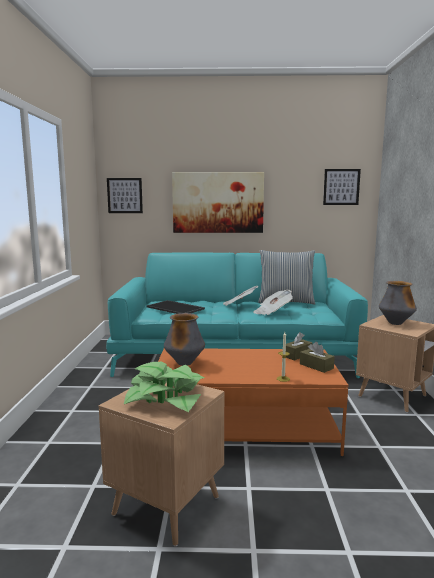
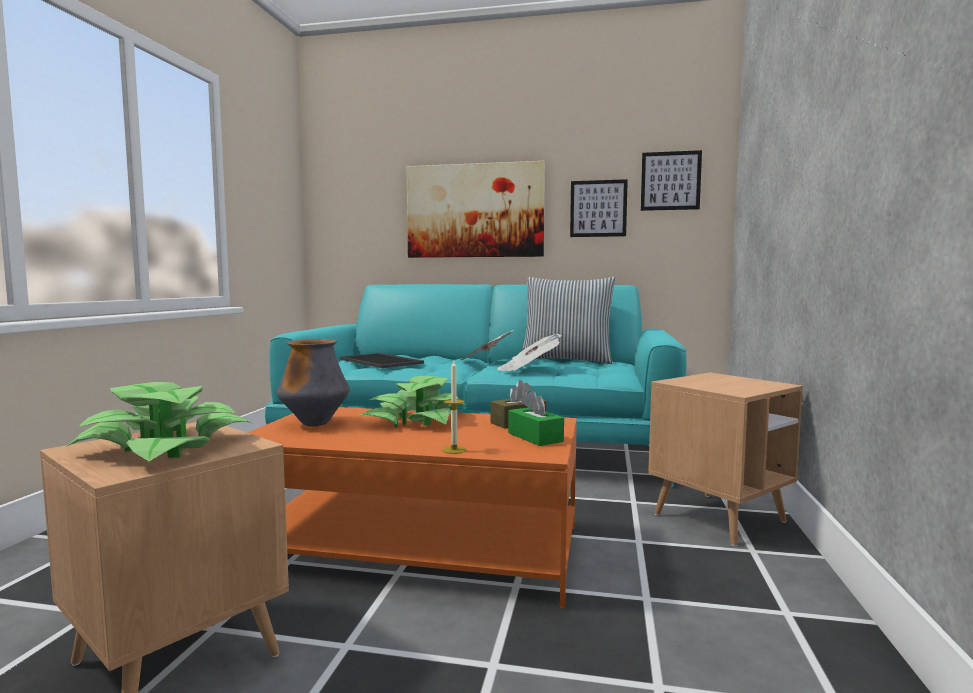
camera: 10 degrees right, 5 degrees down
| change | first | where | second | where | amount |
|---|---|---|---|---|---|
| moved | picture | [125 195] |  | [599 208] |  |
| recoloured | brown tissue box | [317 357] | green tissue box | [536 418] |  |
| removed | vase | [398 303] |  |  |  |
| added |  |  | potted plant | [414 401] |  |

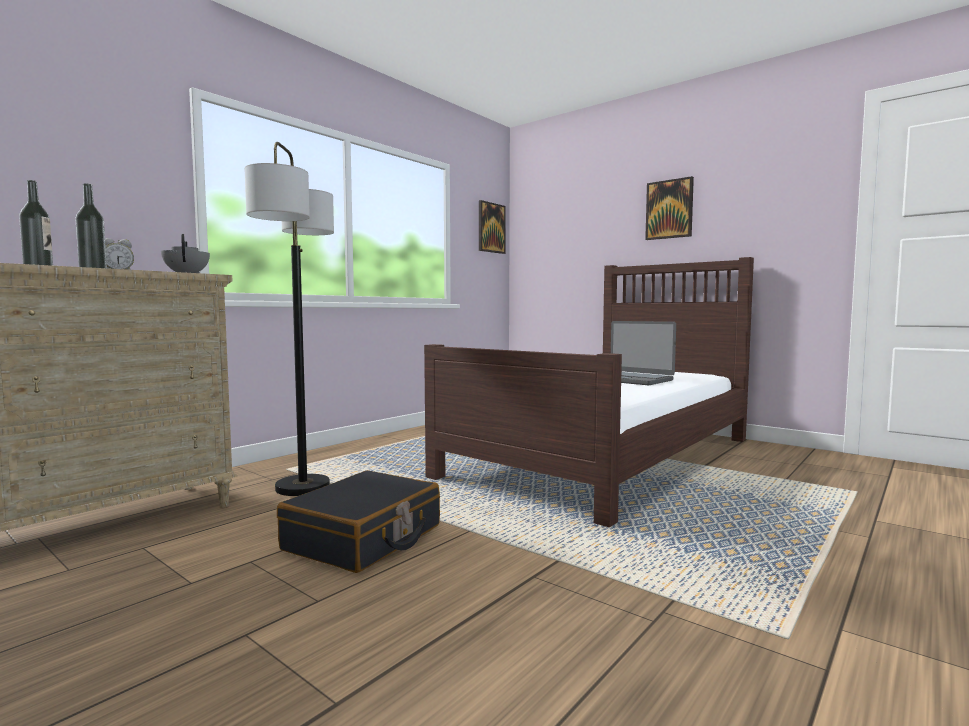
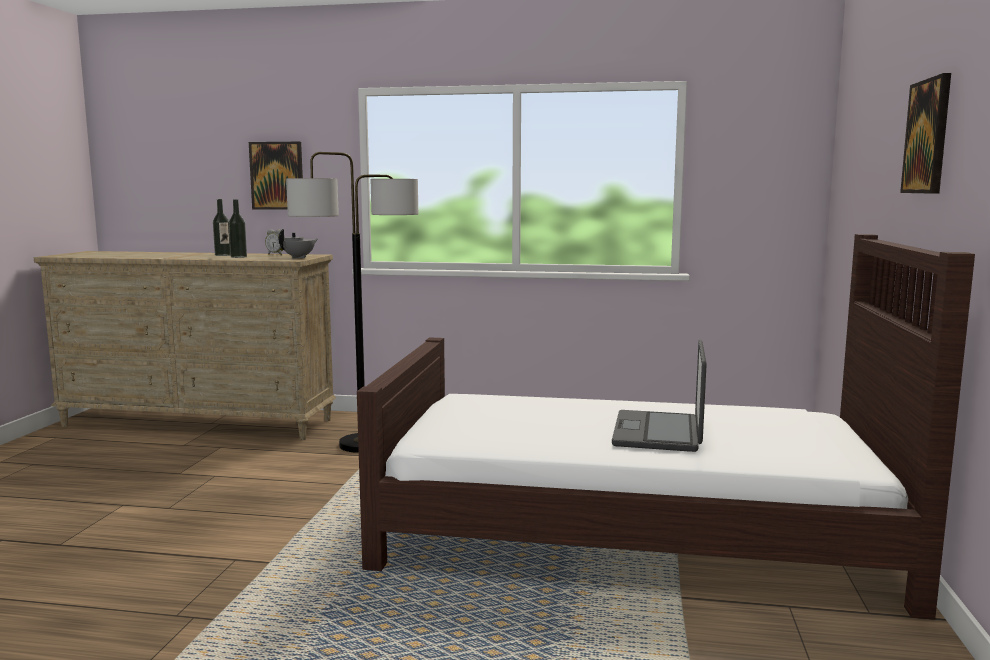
camera: 60 degrees right, 5 degrees up
| change | first | where | second | where | amount |
|---|---|---|---|---|---|
| removed | black suitcase | [358 521] |  |  |  |
| moved | picture | [492 227] |  | [276 176] |  |

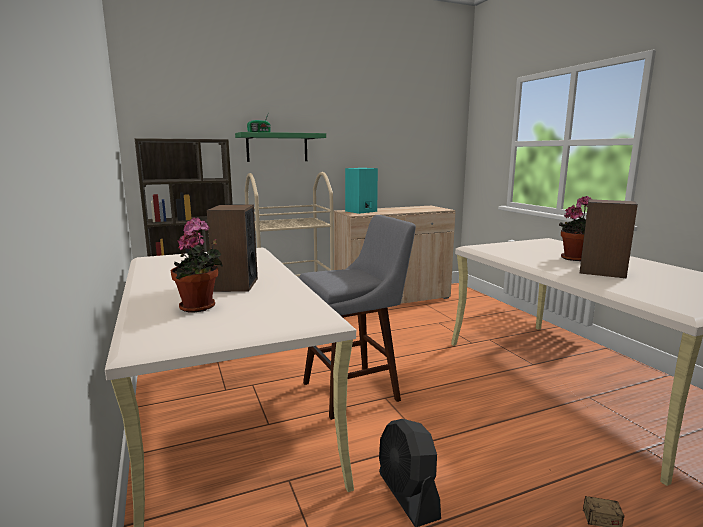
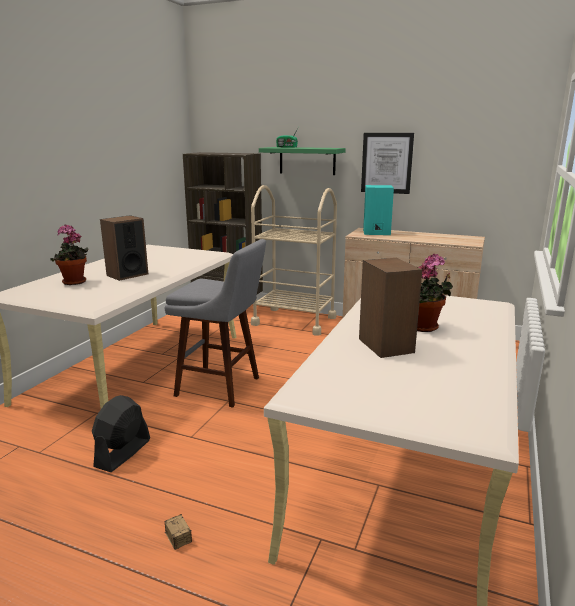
camera: 45 degrees right, 5 degrees up
| change | first | where | second | where | amount |
|---|---|---|---|---|---|
| added |  |  | picture | [387 163] |  |

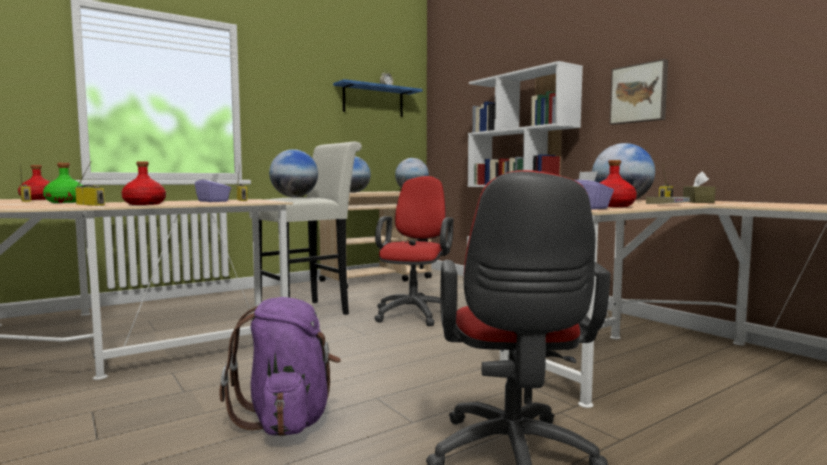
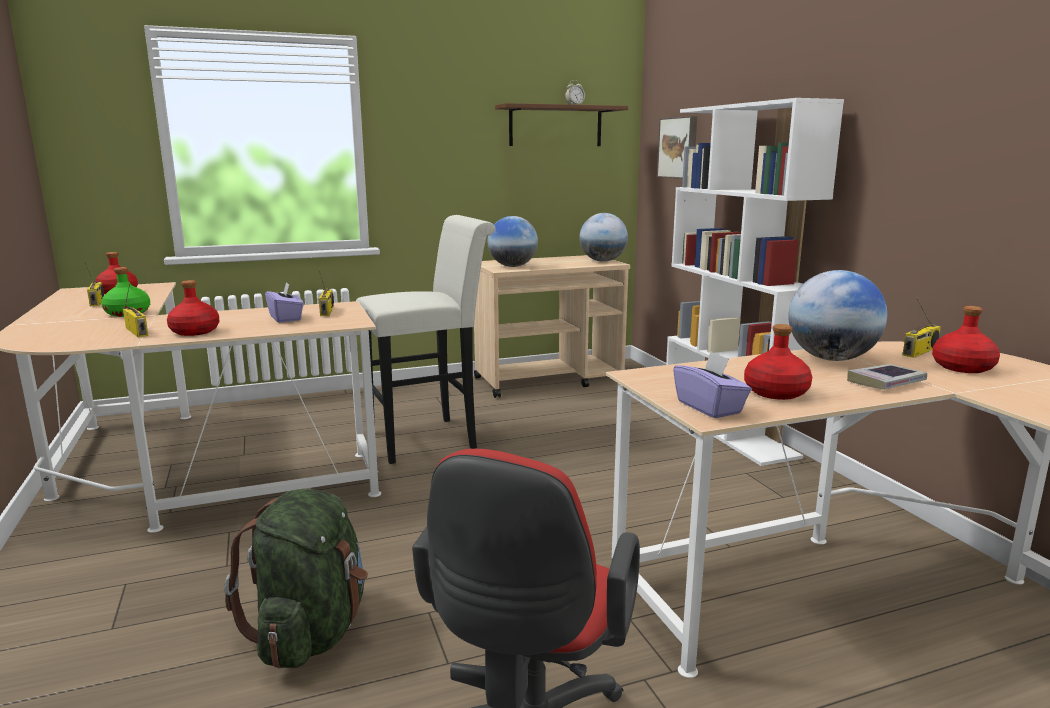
camera: 15 degrees right, 10 degrees up
| change | first | where | second | where | amount |
|---|---|---|---|---|---|
| recoloured | purple backpack | [280 366] | green backpack | [296 579] |  |
| removed | globe | [293 173] |  |  |  |
| recoloured | blue shelf | [377 98] | brown shelf | [561 124] |  |
| removed | red office chair | [413 251] |  |  |  |
| moved | picture | [639 92] |  | [677 147] |  |
| replaced | brown tissue box | [699 187] | red bottle | [966 339] |  |

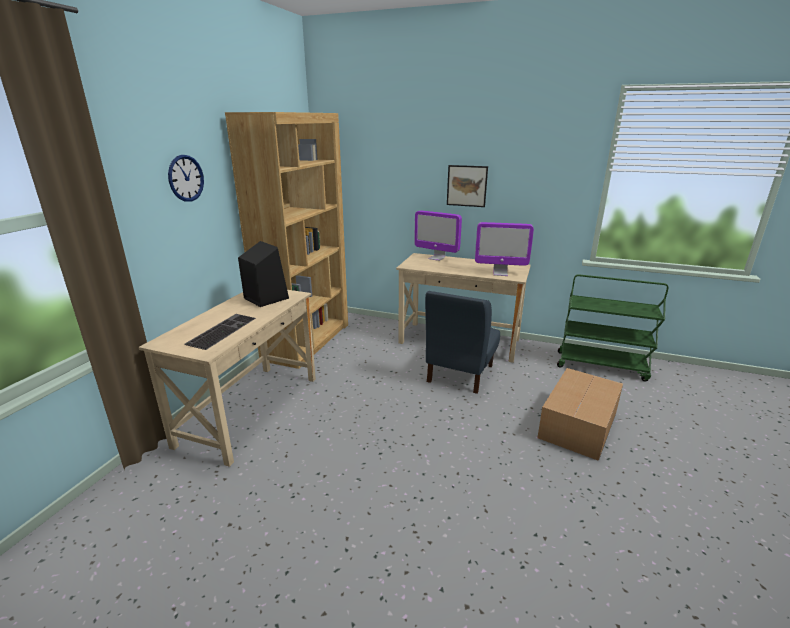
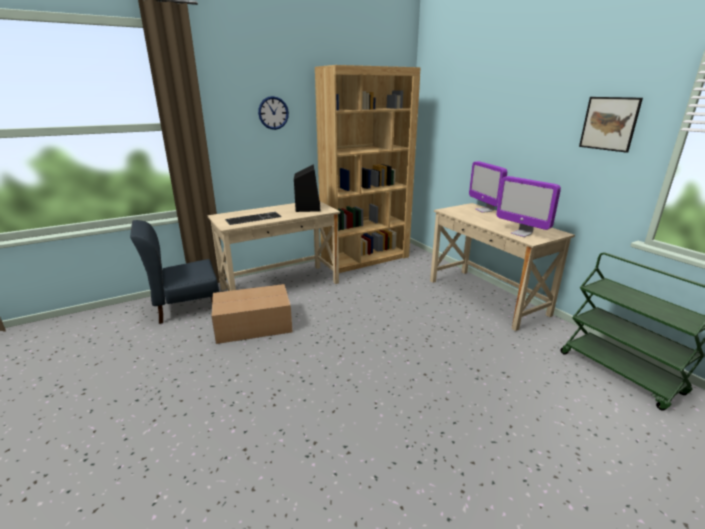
camera: 40 degrees right, 0 degrees up
| change | first | where | second | where | amount |
|---|---|---|---|---|---|
| moved | blue chair | [462 342] |  | [174 272] |  |
| moved | picture | [467 186] |  | [611 125] |  |
| moved | cardboard box | [580 414] |  | [252 314] |  |

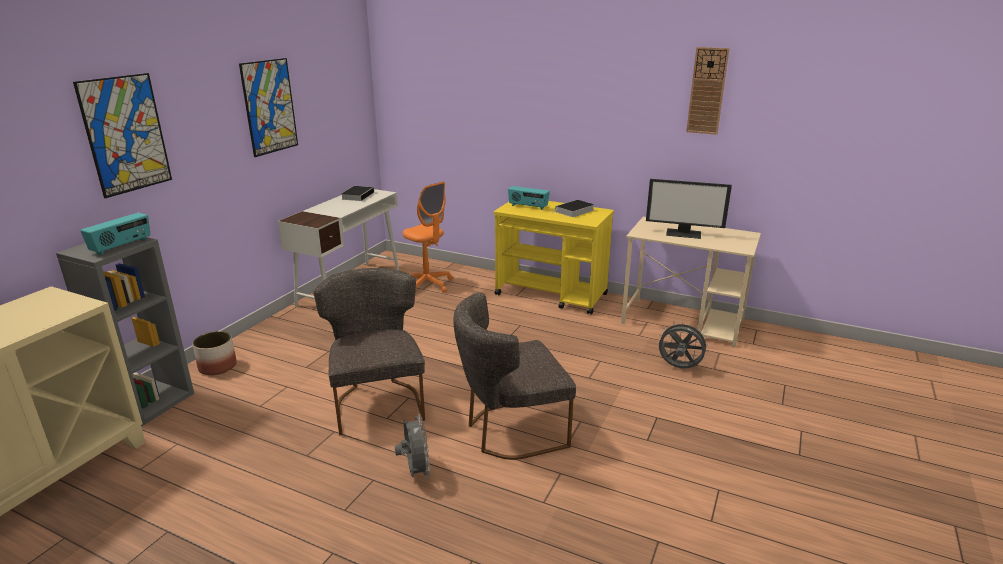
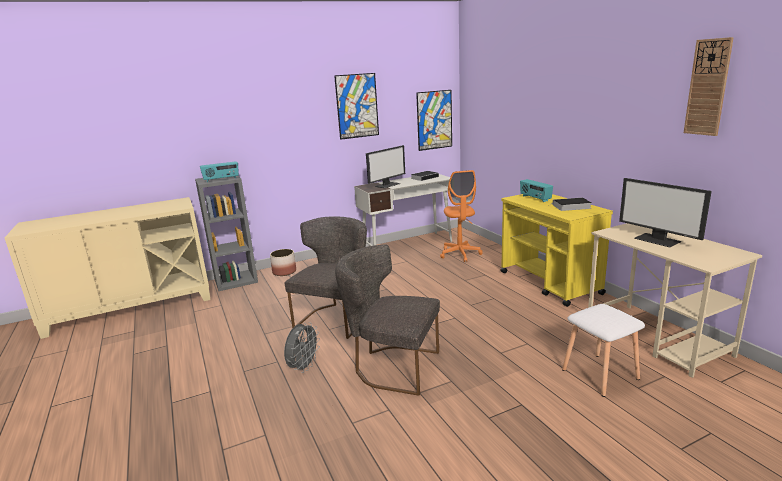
camera: 40 degrees right, 5 degrees down
| change | first | where | second | where | amount |
|---|---|---|---|---|---|
| moved | picture | [122 135] |  | [434 120] |  |
| replaced | grey fan | [683 344] | white stool | [603 350] |  |
| added |  |  | monitor | [385 166] |  |

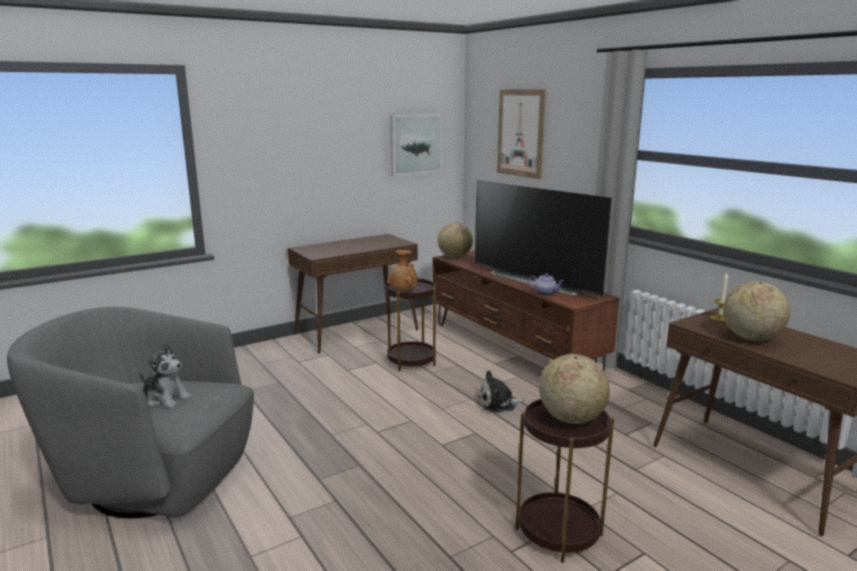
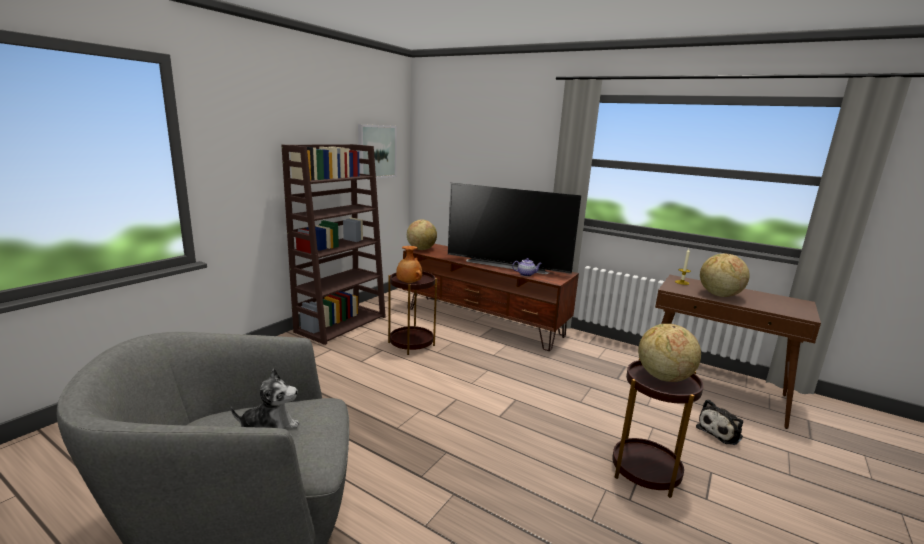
camera: 25 degrees left, 0 degrees up
| change | first | where | second | where | amount |
|---|---|---|---|---|---|
| replaced | brown console table | [353 294] | brown bookcase | [333 244] |  |
| moved | plush toy | [502 391] |  | [719 422] |  |
| removed | picture | [521 134] |  |  |  |

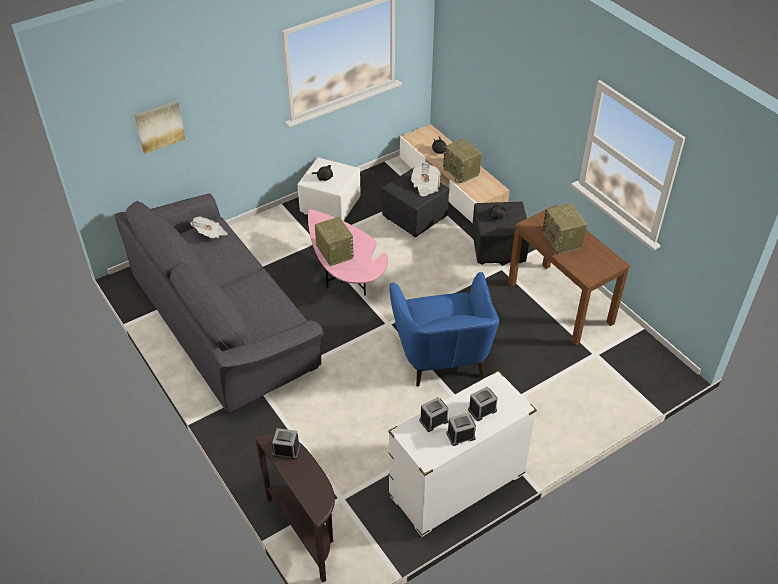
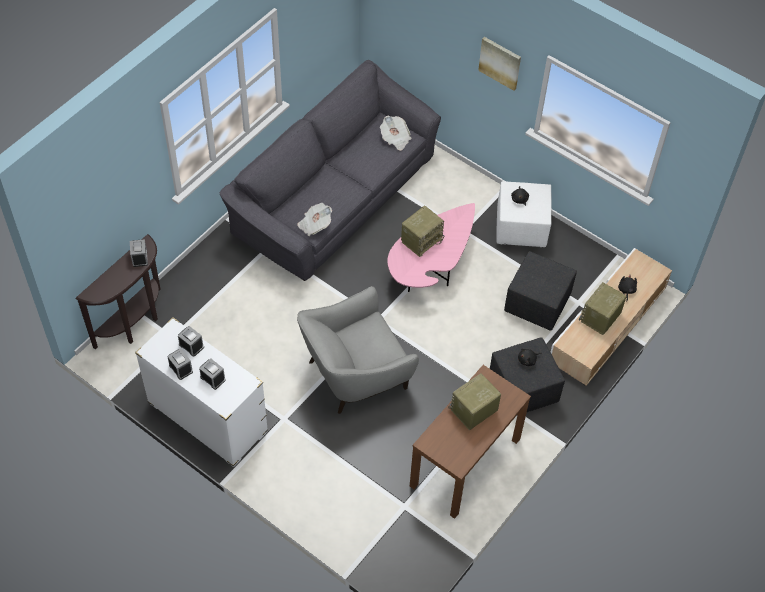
camera: 70 degrees right, 10 degrees up
| change | first | where | second | where | amount |
|---|---|---|---|---|---|
| moved | picture | [160 127] |  | [499 64] |  |
| recoloured | blue armchair | [444 329] | grey armchair | [358 350] |  |
| moved | newspaper | [426 179] |  | [315 219] |  |

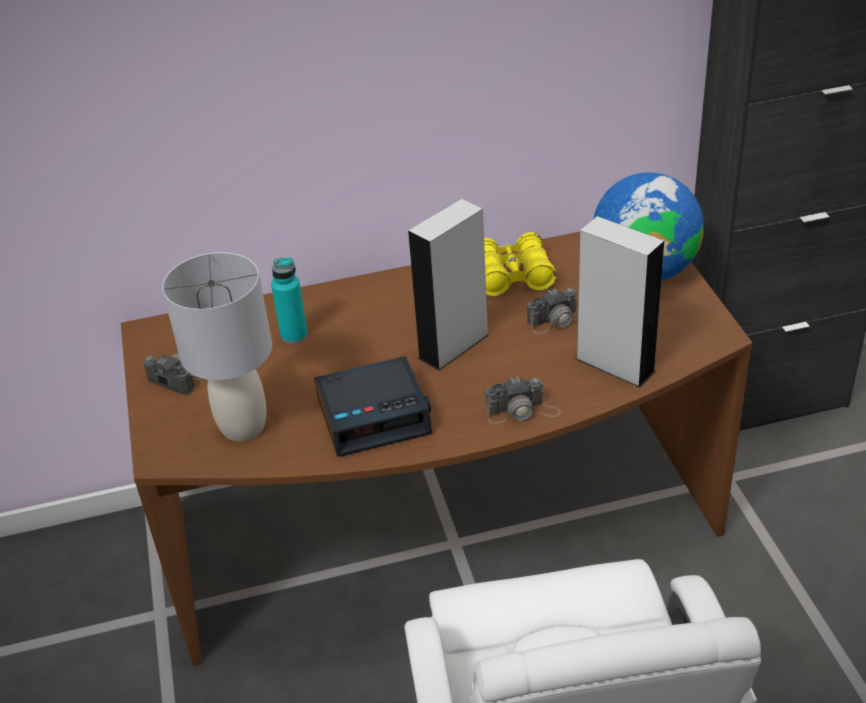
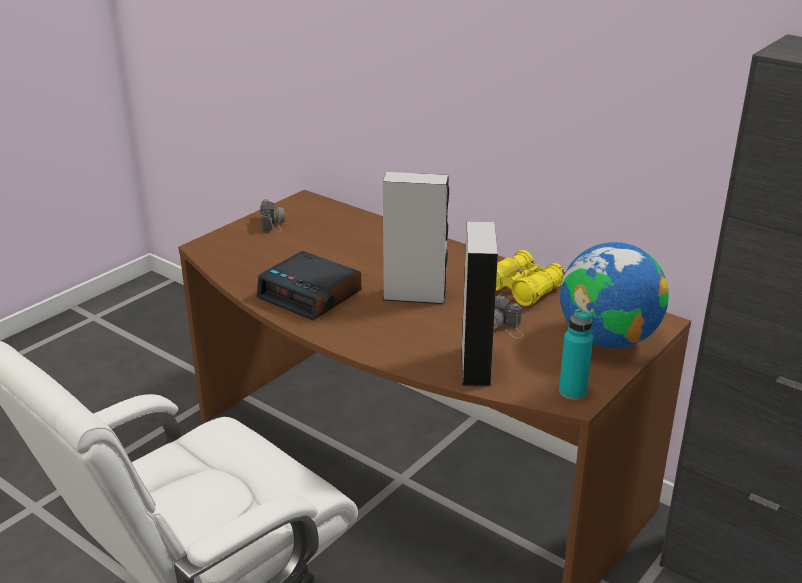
camera: 50 degrees right, 10 degrees down
| change | first | where | second | where | amount |
|---|---|---|---|---|---|
| removed | grey table lamp | [217 346] |  |  |  |
| moved | turquoise bottle | [289 301] |  | [576 354] |  |
| removed | photo camera | [523 400] |  |  |  |

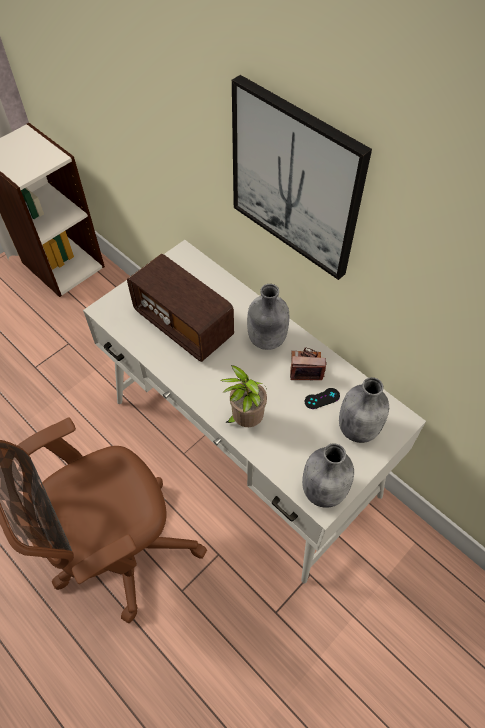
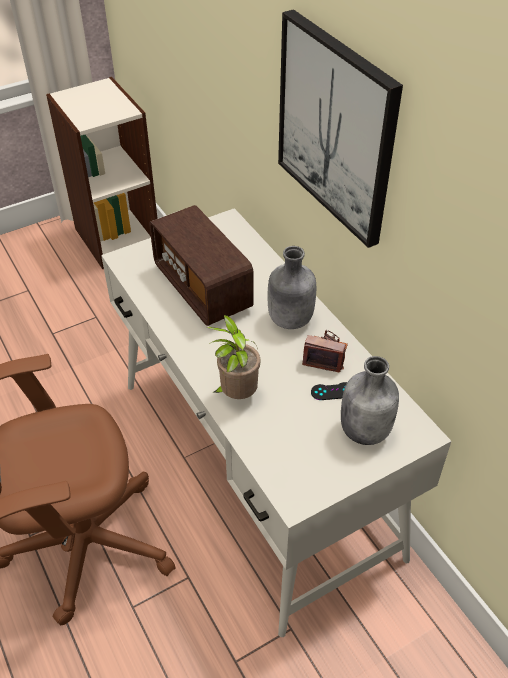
camera: 15 degrees right, 10 degrees down
| change | first | where | second | where | amount |
|---|---|---|---|---|---|
| removed | grey bottle | [328 475] |  |  |  |

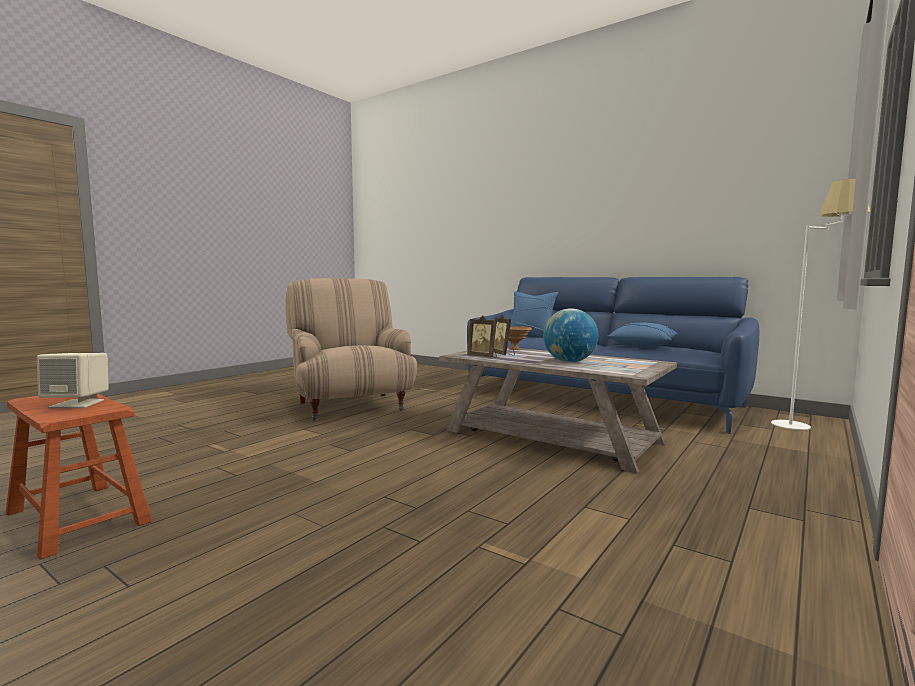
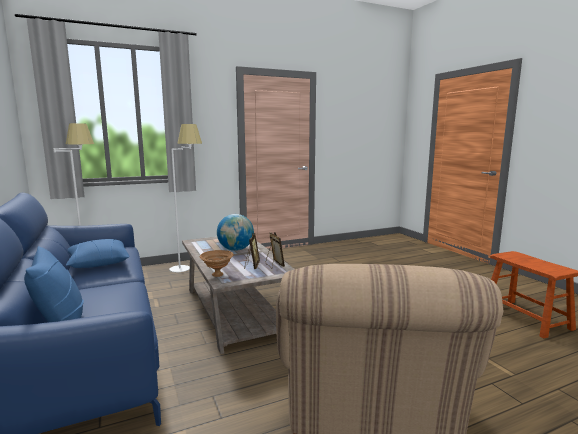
camera: 150 degrees left, 5 degrees up
| change | first | where | second | where | amount |
|---|---|---|---|---|---|
| removed | beige speaker | [73 380] |  |  |  |
| added |  |  | white floor lamp | [185 198] |  |

